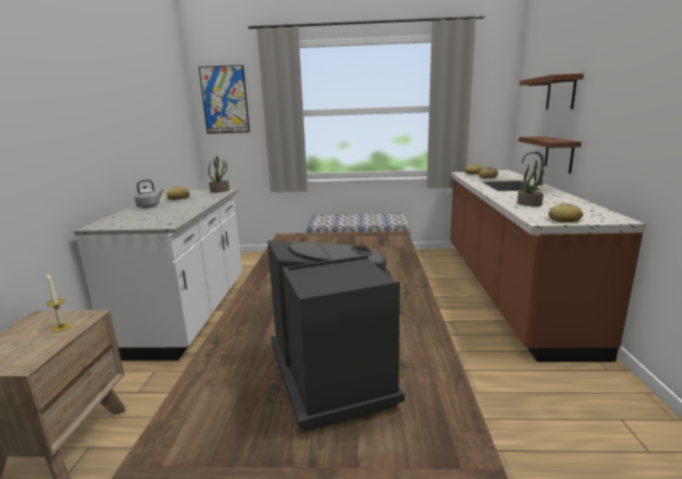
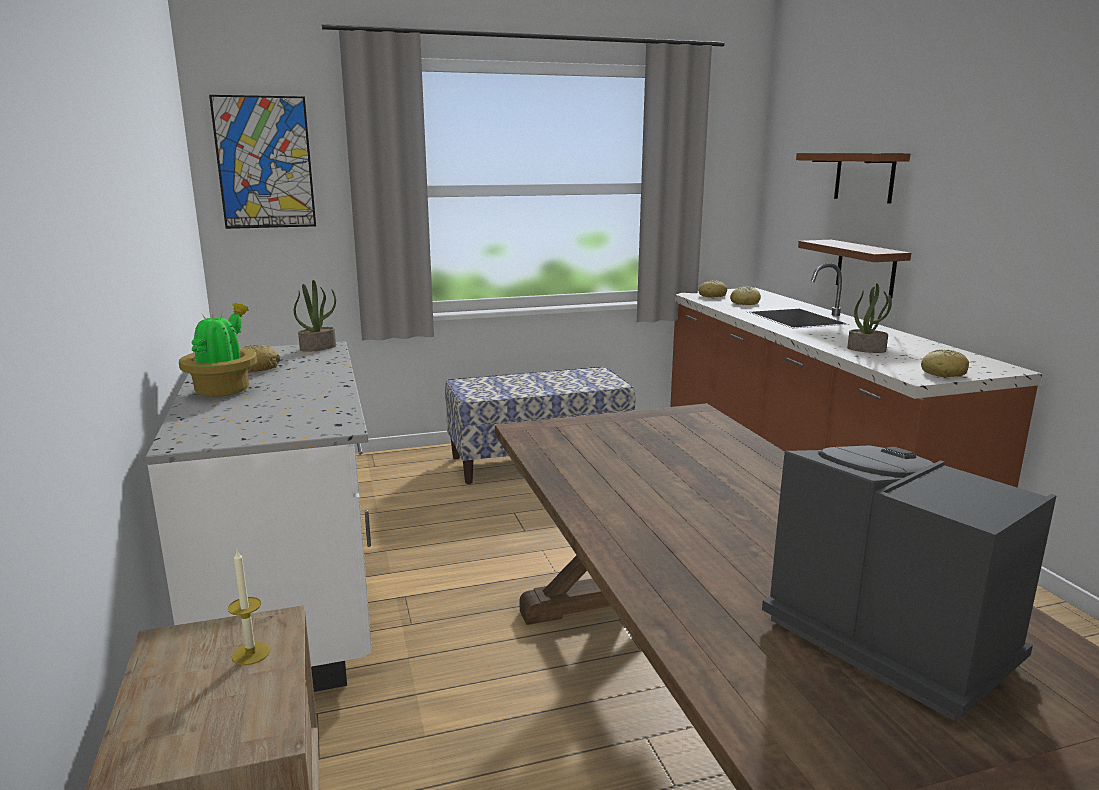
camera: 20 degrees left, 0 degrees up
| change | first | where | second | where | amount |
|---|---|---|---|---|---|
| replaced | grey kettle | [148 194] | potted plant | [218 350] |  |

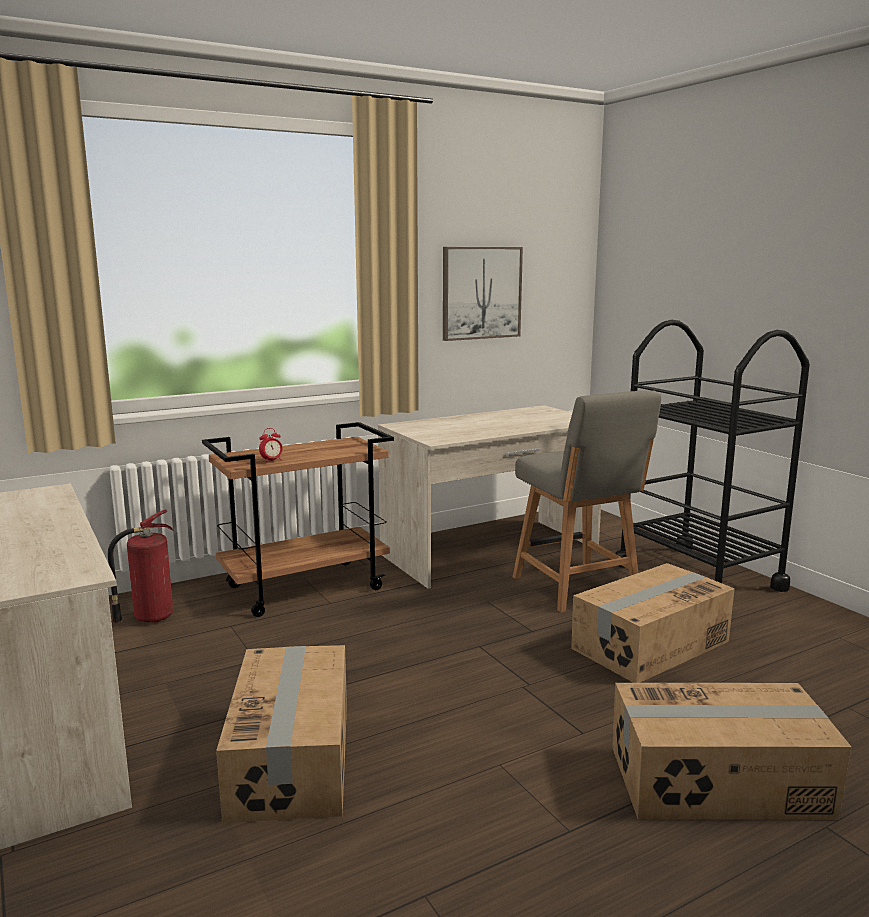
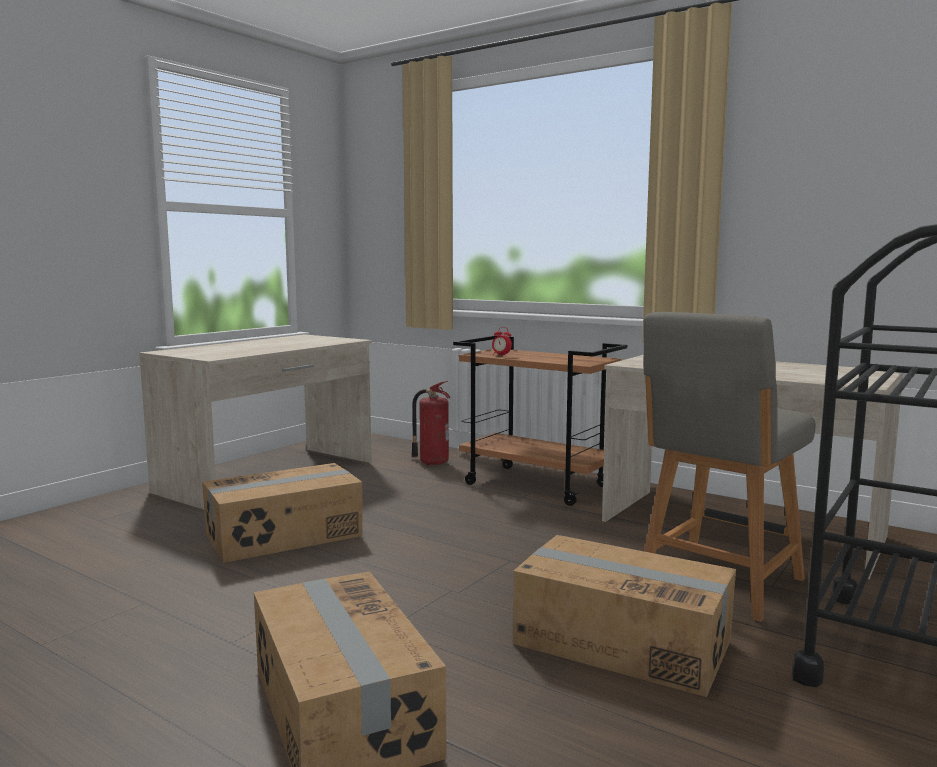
camera: 65 degrees right, 5 degrees down
| change | first | where | second | where | amount |
|---|---|---|---|---|---|
| removed | picture | [483 294] |  |  |  |

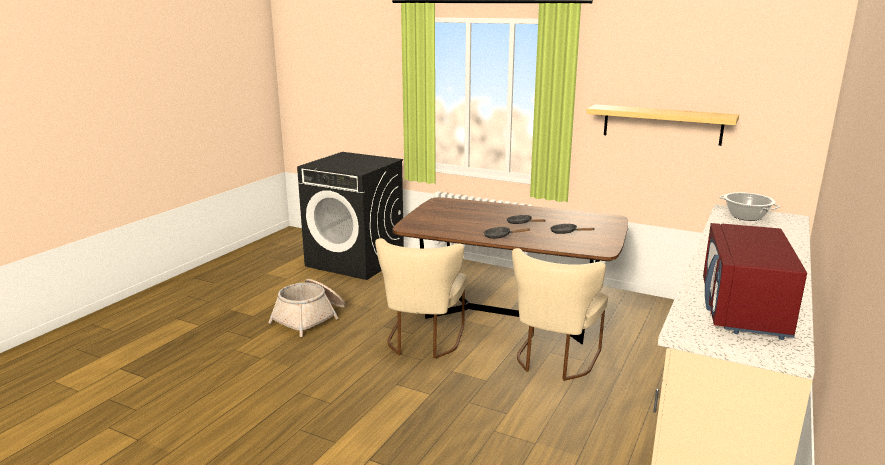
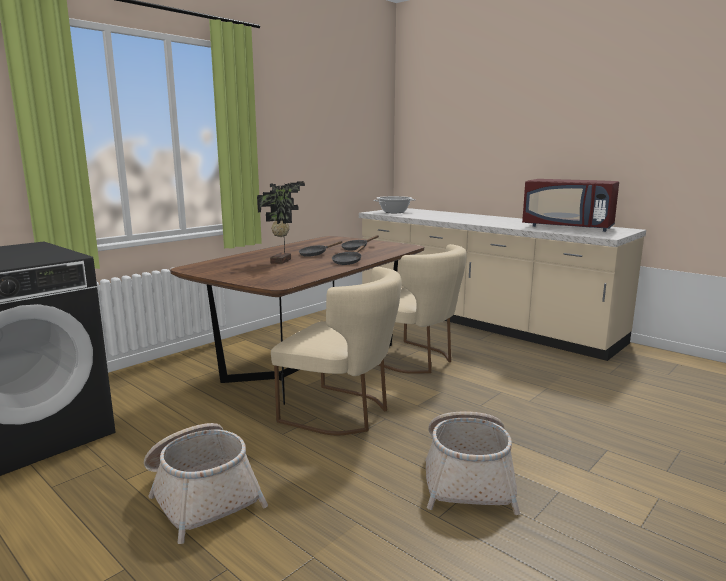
camera: 75 degrees left, 5 degrees down
| change | first | where | second | where | amount |
|---|---|---|---|---|---|
| removed | shelf | [662 125] |  |  |  |
| added |  |  | potted plant | [281 222] |  |
| added |  |  | basket | [472 463] |  |

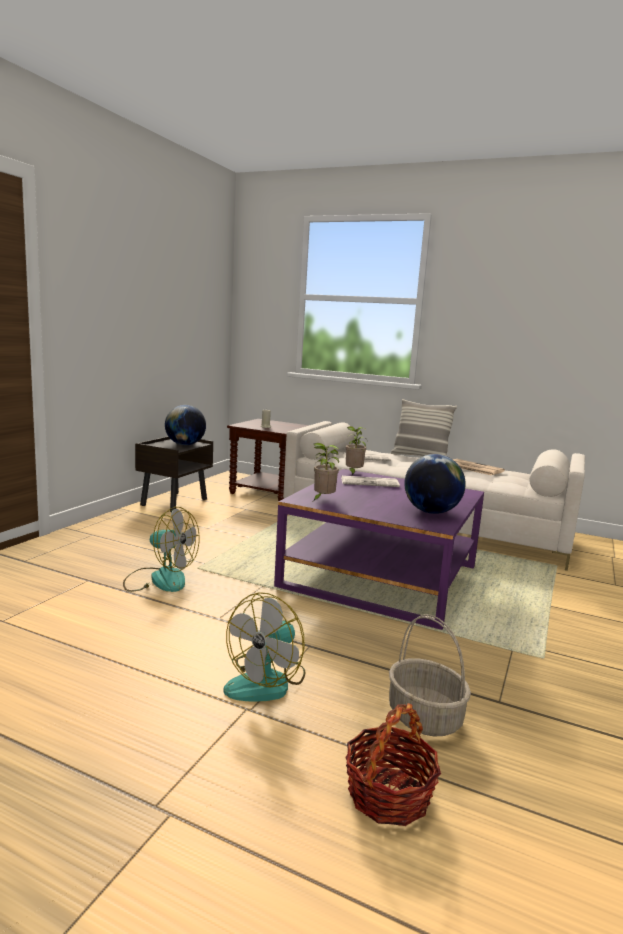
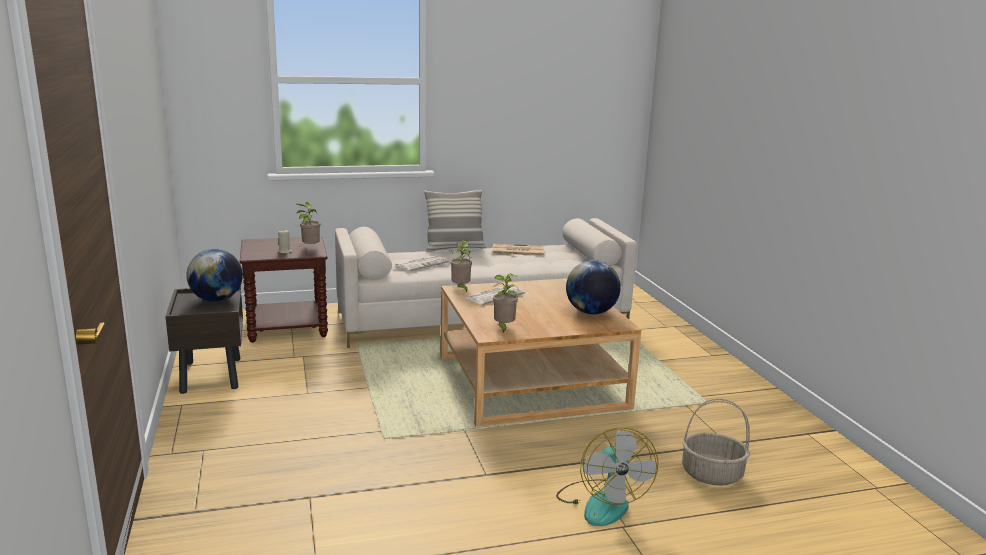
camera: 40 degrees left, 5 degrees up
| change | first | where | second | where | amount |
|---|---|---|---|---|---|
| removed | fan | [161 549] |  |  |  |
| recoloured | purple coffee table | [379 549] | beige coffee table | [540 352] |  |
| removed | basket | [393 764] |  |  |  |
| added |  |  | potted plant | [308 223] |  |

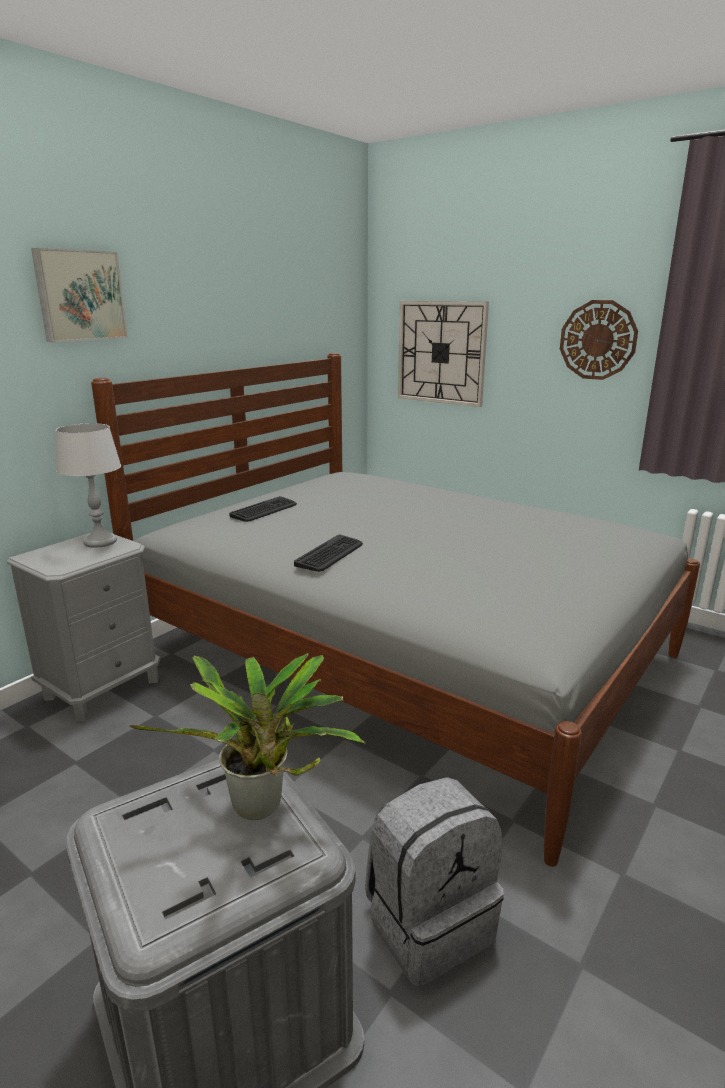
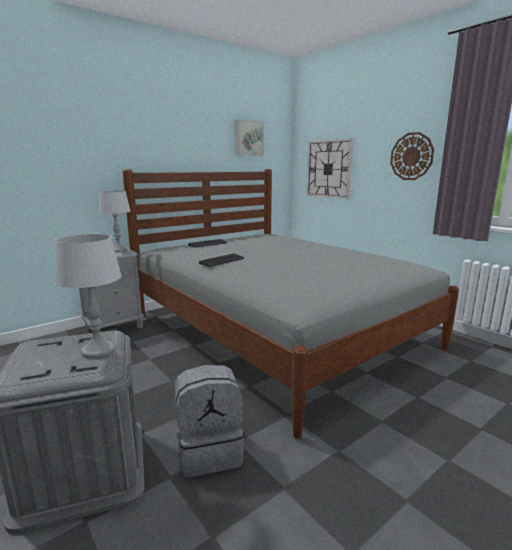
camera: 15 degrees right, 5 degrees down
| change | first | where | second | where | amount |
|---|---|---|---|---|---|
| moved | picture | [79 295] |  | [249 137] |  |
| replaced | potted plant | [247 736] | grey table lamp | [88 296] |  |

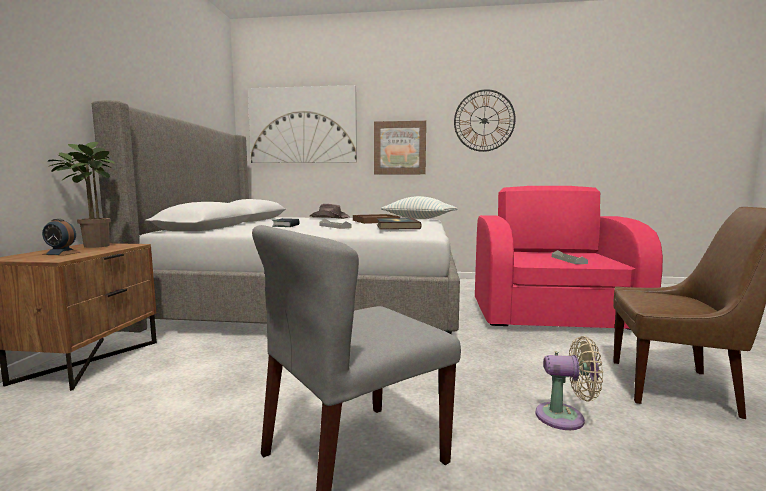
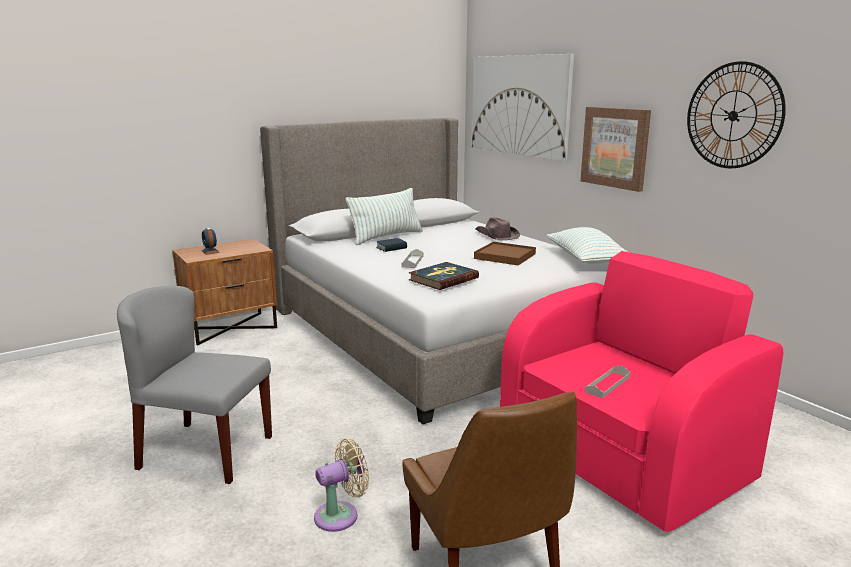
camera: 50 degrees right, 10 degrees up
| change | first | where | second | where | amount |
|---|---|---|---|---|---|
| removed | potted plant | [81 195] |  |  |  |
| turned | beige fan | [569 383] |  | [341 485] | 90 degrees counterclockwise |
| added |  |  | pillow | [384 216] |  |

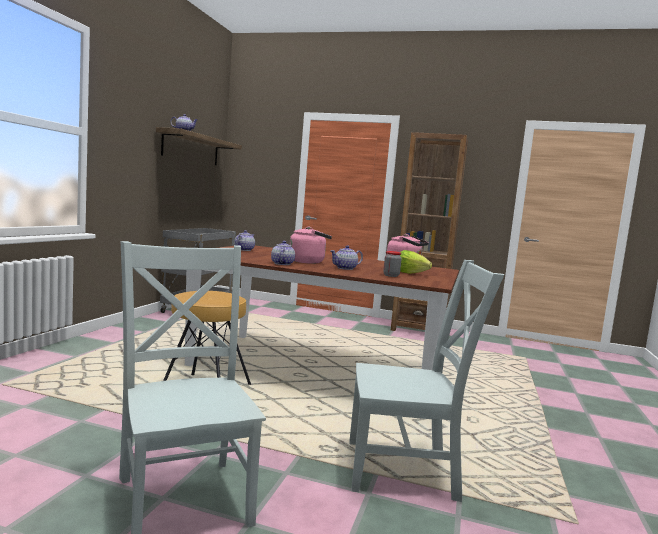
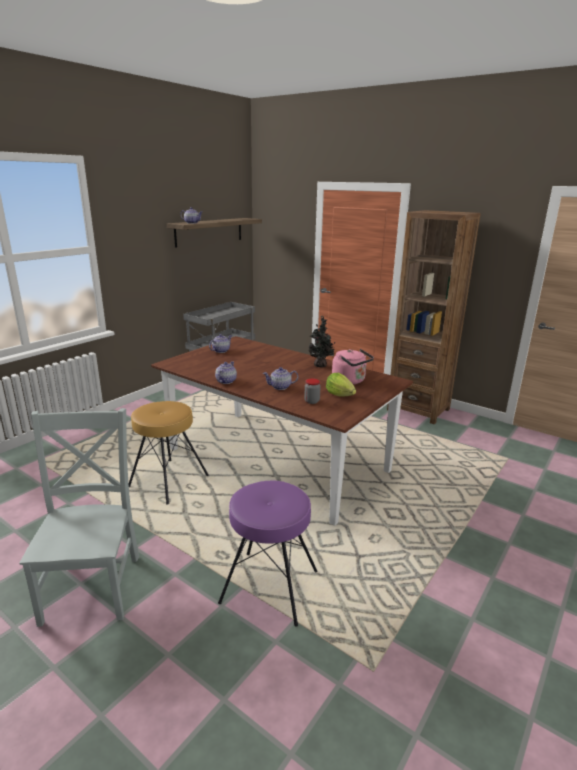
camera: 20 degrees right, 15 degrees up
| change | first | where | second | where | amount |
|---|---|---|---|---|---|
| removed | pink kettle | [310 245] |  |  |  |
| replaced | grey chair | [426 381] | purple stool | [268 553] |  |
| added |  |  | potted plant | [321 341] |  |

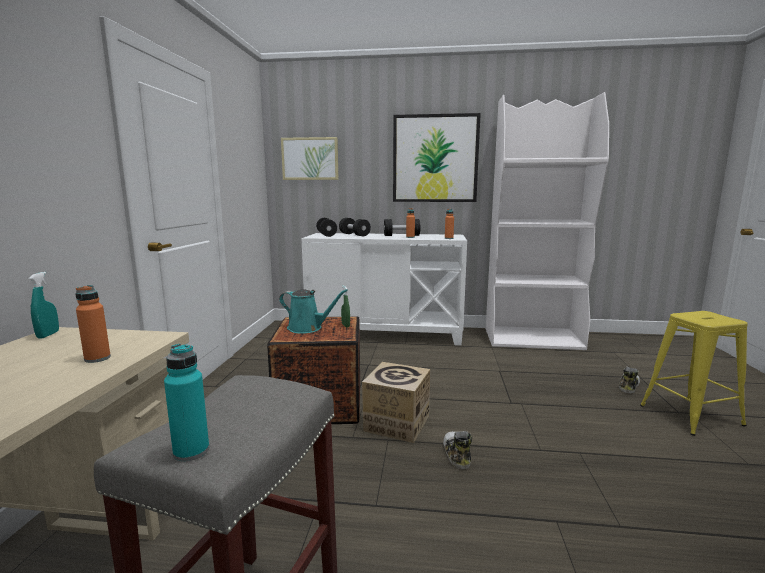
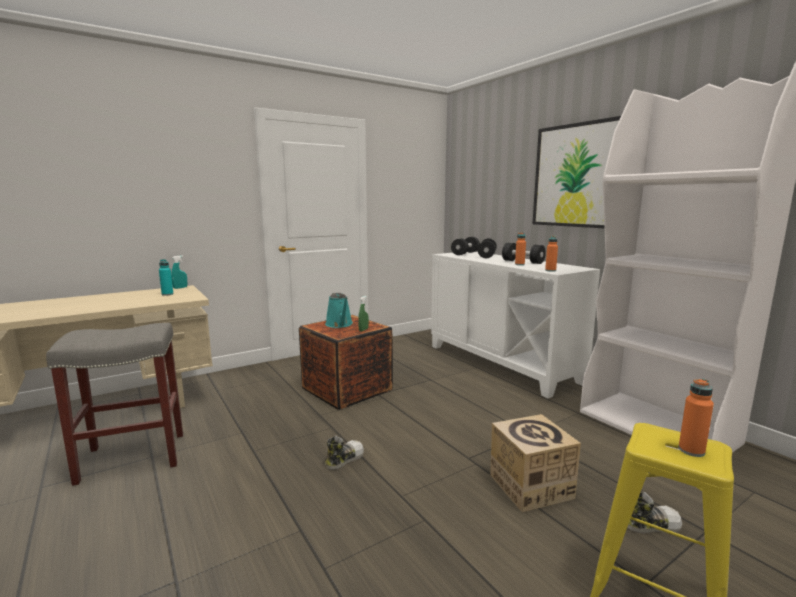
camera: 50 degrees right, 0 degrees up
| change | first | where | second | where | amount |
|---|---|---|---|---|---|
| moved | orange bottle | [93 324] |  | [696 418] |  |
| moved | turquoise bottle | [186 402] |  | [166 277] |  |
| removed | picture | [309 158] |  |  |  |
| moved | cardboard box | [396 402] |  | [535 463] |  |

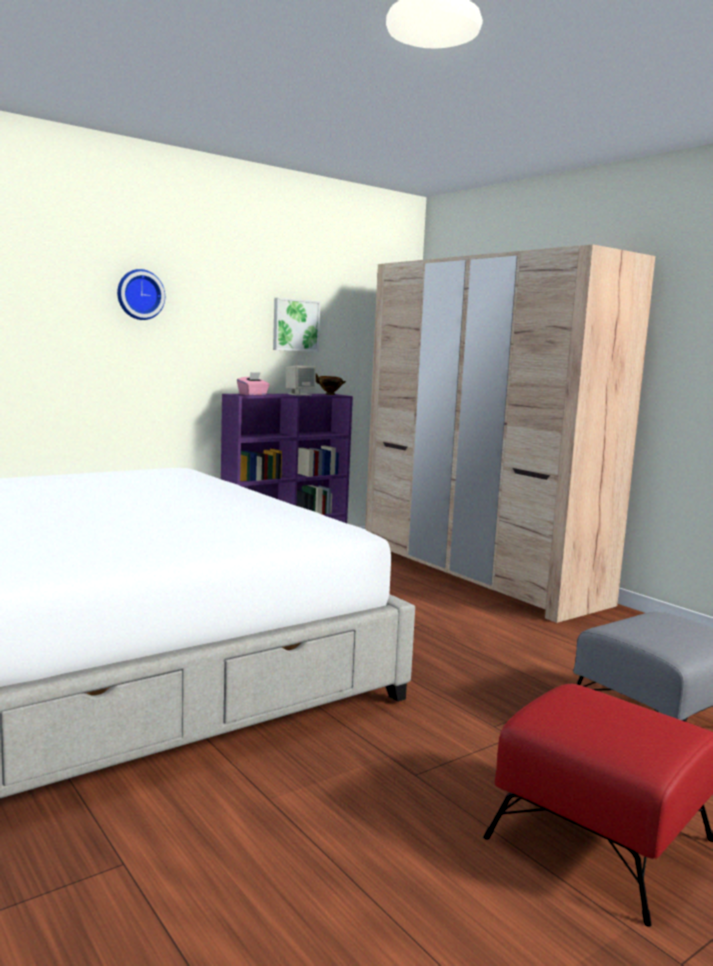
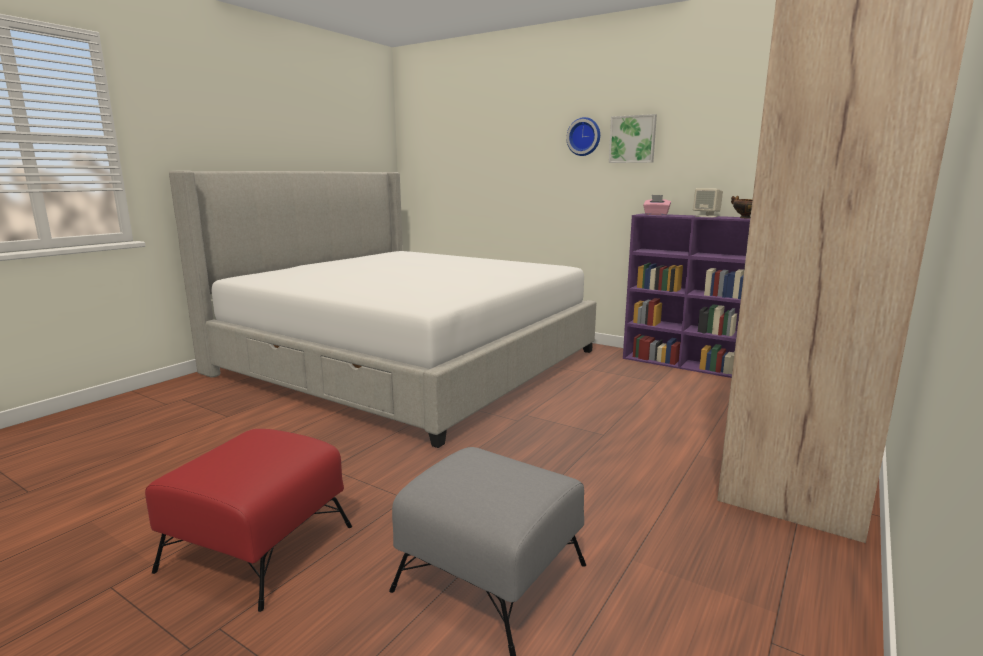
camera: 70 degrees right, 5 degrees up
| change | first | where | second | where | amount |
|---|---|---|---|---|---|
| moved | picture | [296 325] |  | [633 138] |  |

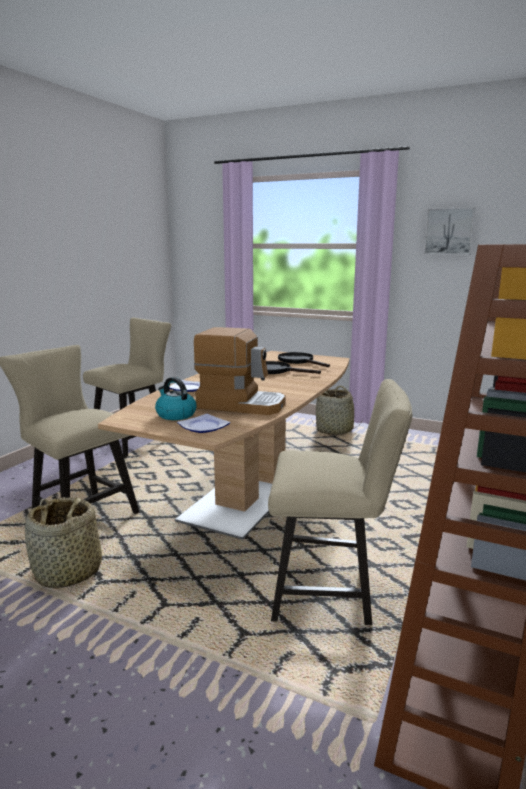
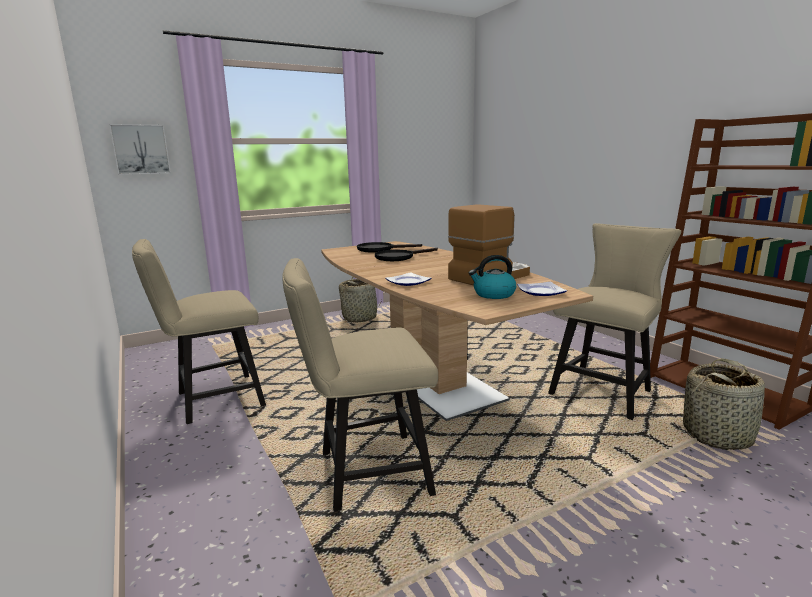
camera: 55 degrees left, 0 degrees up
| change | first | where | second | where | amount |
|---|---|---|---|---|---|
| moved | basket | [63 542] |  | [724 404] |  |
| turned | beige chair | [127 387] |  | [199 331] | 105 degrees counterclockwise |
| moved | picture | [449 231] |  | [140 149] |  |

